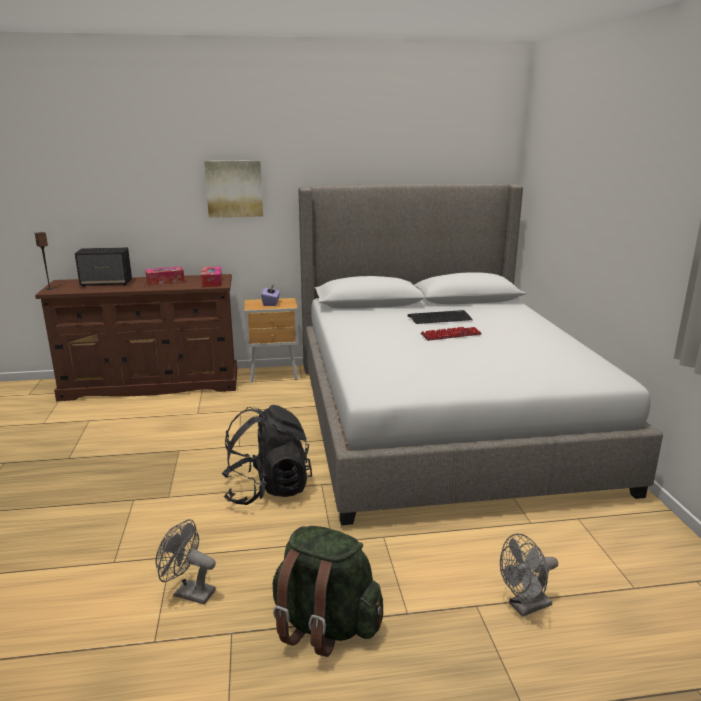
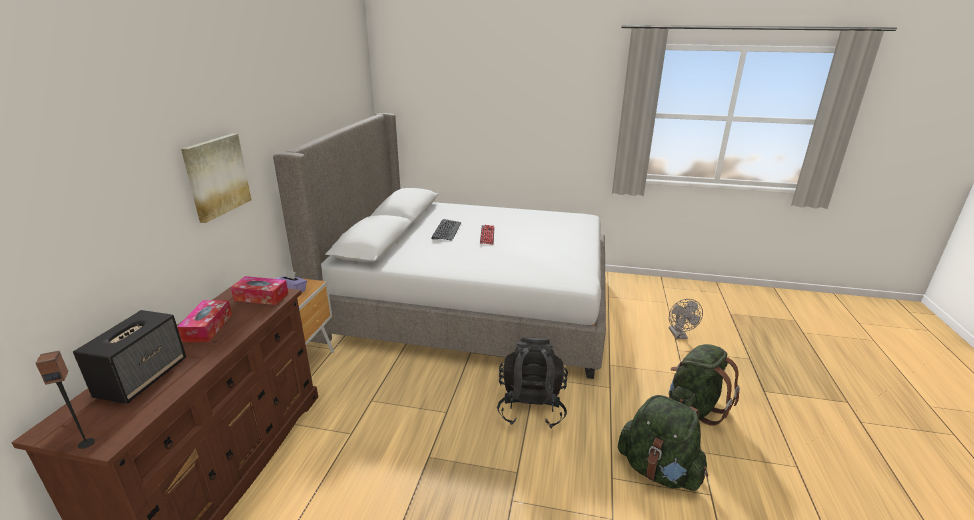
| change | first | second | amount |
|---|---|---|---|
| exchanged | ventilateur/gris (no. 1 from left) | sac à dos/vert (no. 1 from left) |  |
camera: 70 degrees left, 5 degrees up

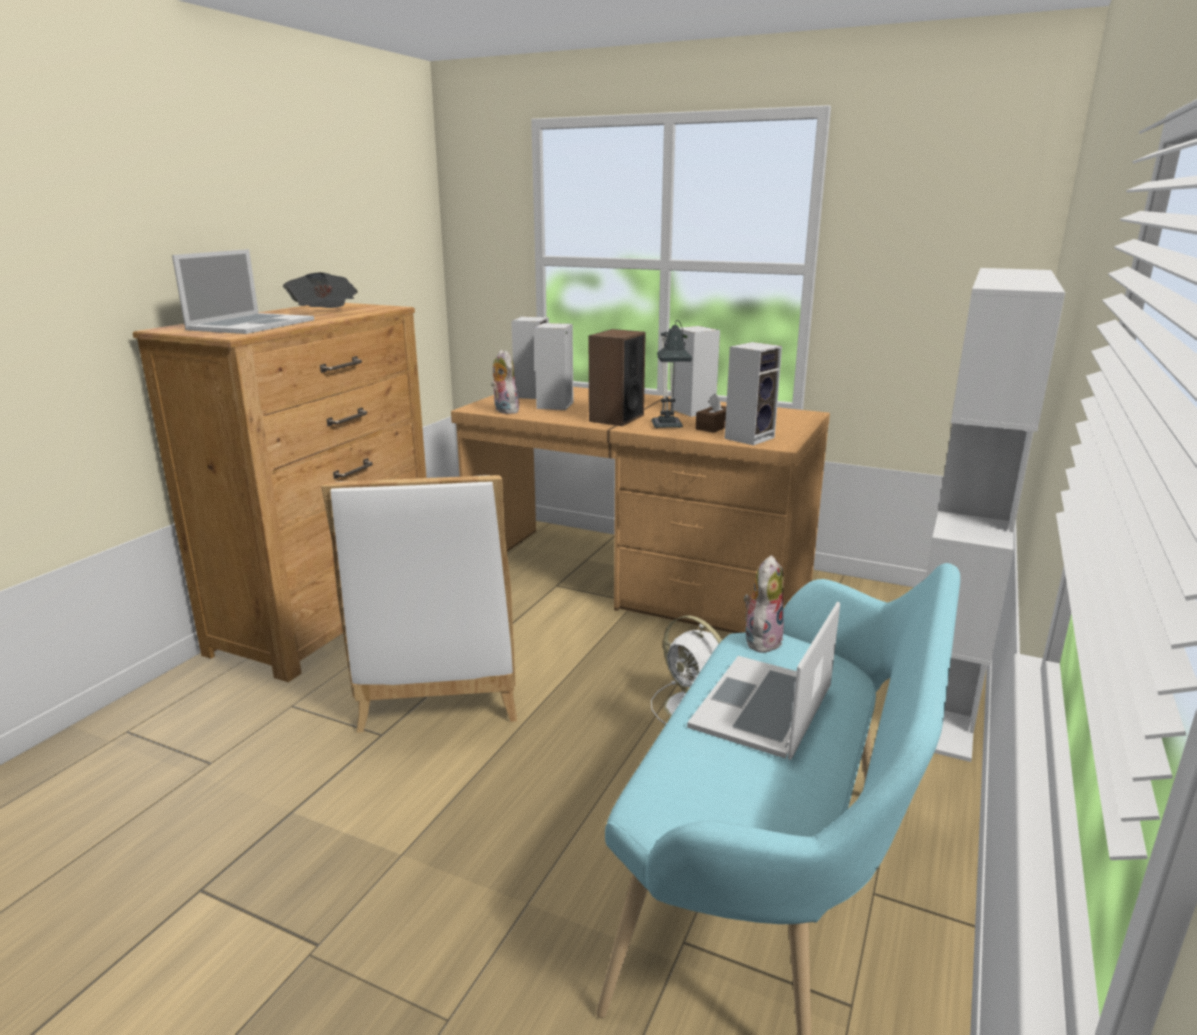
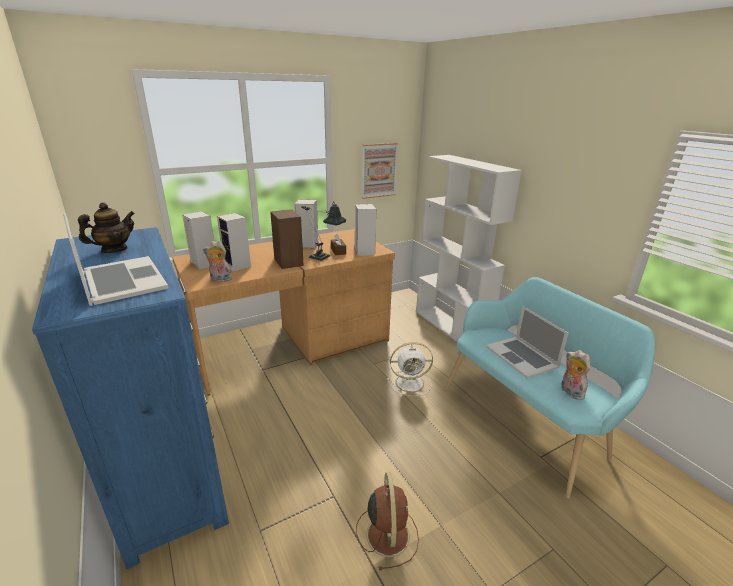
| change | first | second | amount |
|---|---|---|---|
| missing | chaise/blanc |  |  |
| appeared |  | ventilateur/marron |  |
| appeared |  | tableau |  |
| relocated | peluche (no. 2 from left) |  |  |
| exchanged | journal | théière |  |
| colour | commode/marron | commode/bleu |  |
camera: 55 degrees left, 5 degrees up

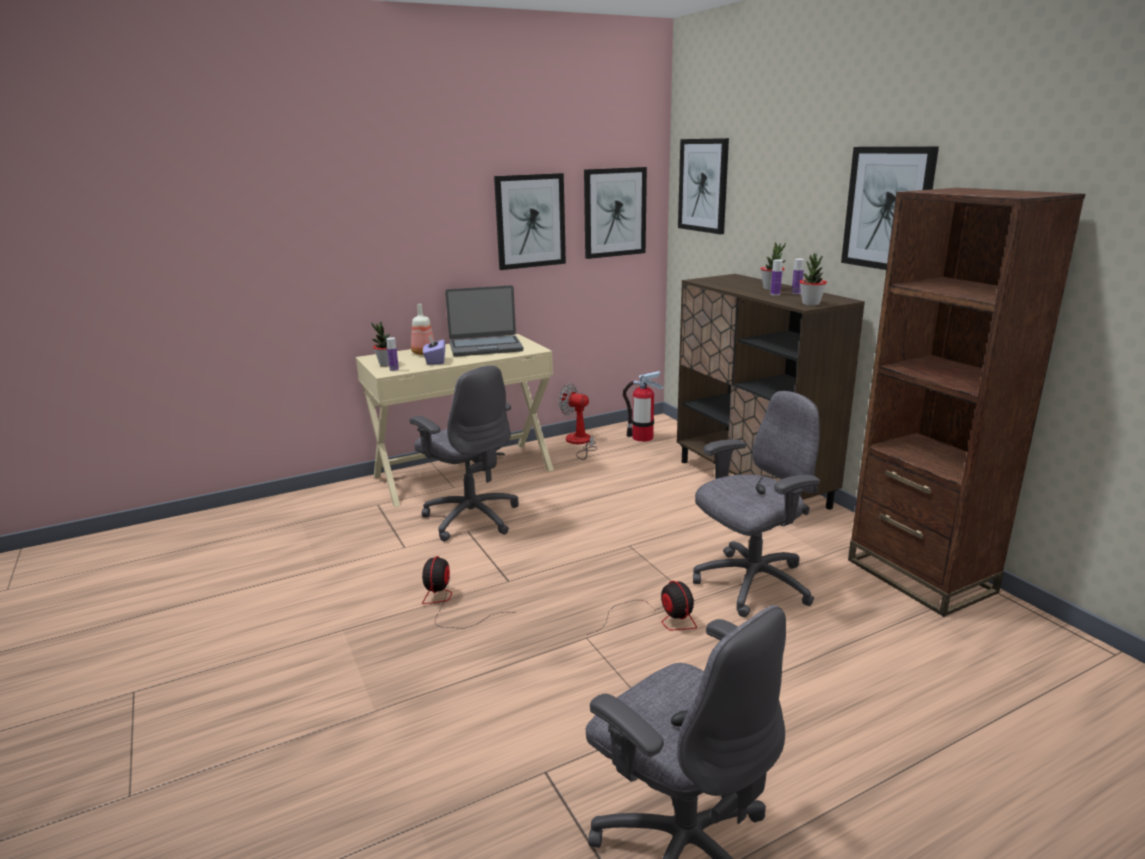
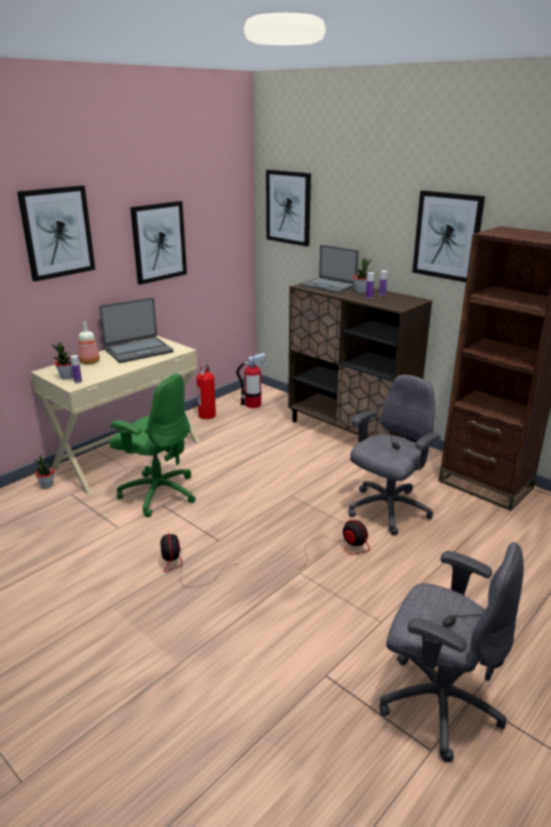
| change | first | second | amount |
|---|---|---|---|
| missing | boîte à mouchoirs/violet |  |  |
| appeared |  | ordinateur portable (no. 2 from left) |  |
| relocated | tableau (no. 2 from left in the first image) | tableau (no. 1 from left) |  |
| relocated | plante en pot (no. 3 from left in the first image) | plante en pot (no. 1 from left) |  |
| exchanged | ventilateur (no. 2 from left) | extincteur (no. 1 from left) |  |
| colour | chaise de bureau/gris (no. 1 from left) | chaise de bureau/vert |  |
camera: 20 degrees left, 5 degrees up

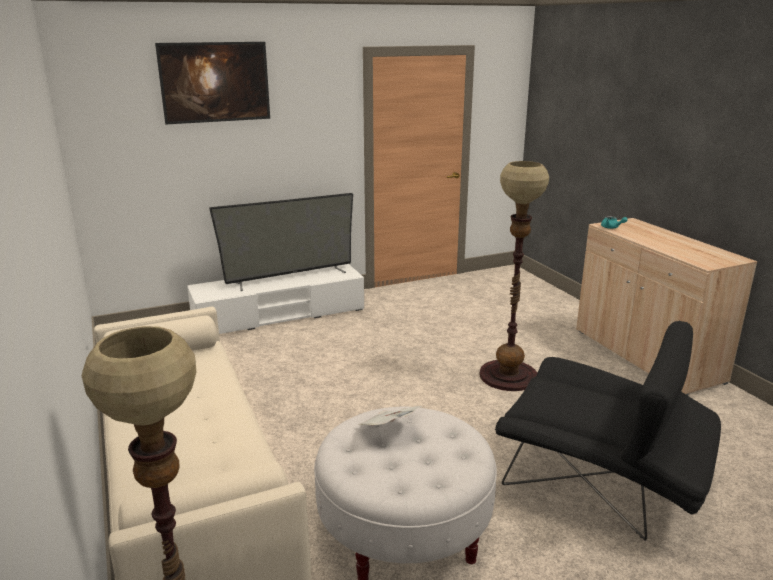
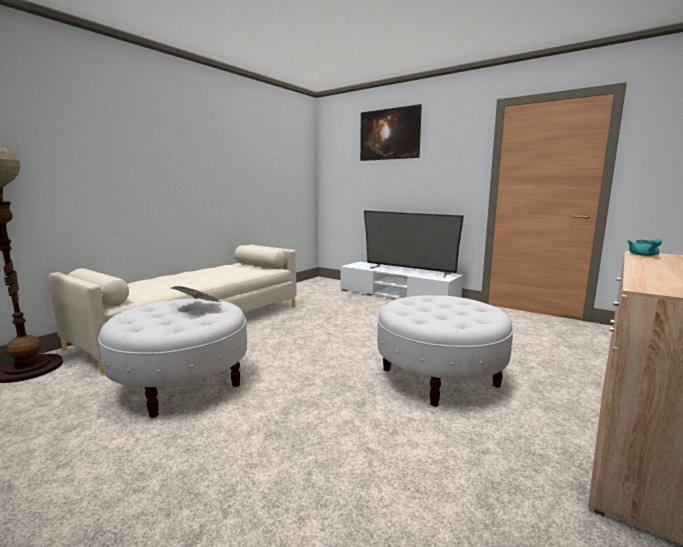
| change | first | second | amount |
|---|---|---|---|
| missing | fauteuil/noir |  |  |
| exchanged | lampadaire (no. 2 from left) | pouf/blanc (no. 2 from left) |  |
camera: 60 degrees right, 10 degrees down

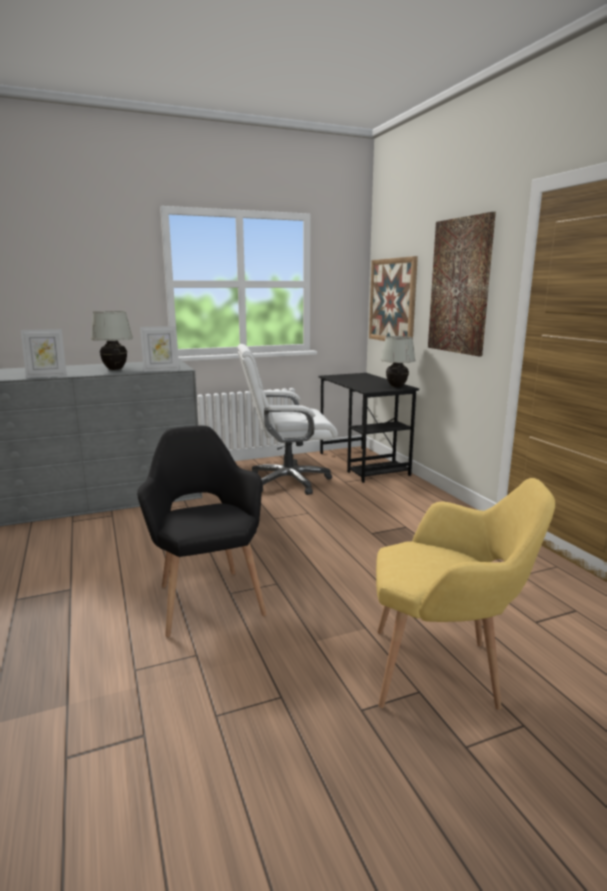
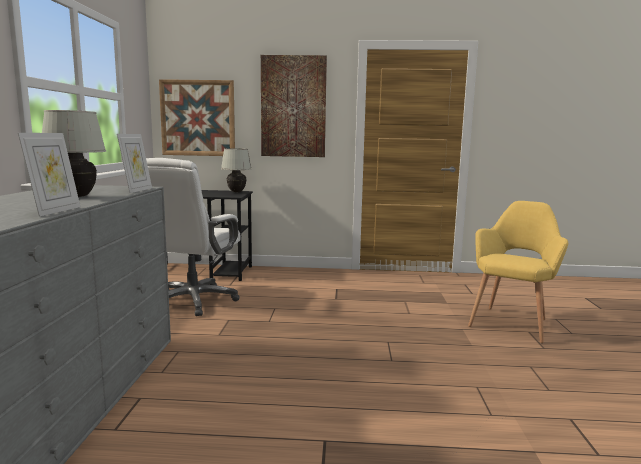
| change | first | second | amount |
|---|---|---|---|
| missing | fauteuil/noir |  |  |
camera: 65 degrees left, 5 degrees down

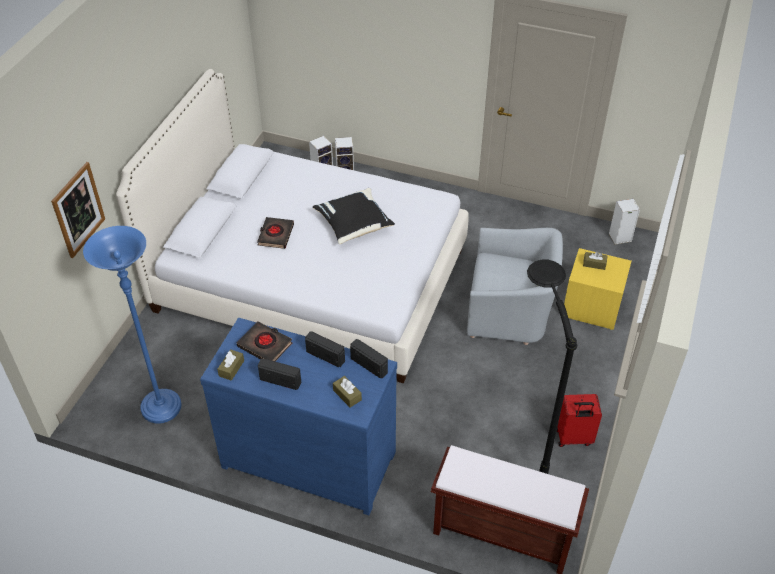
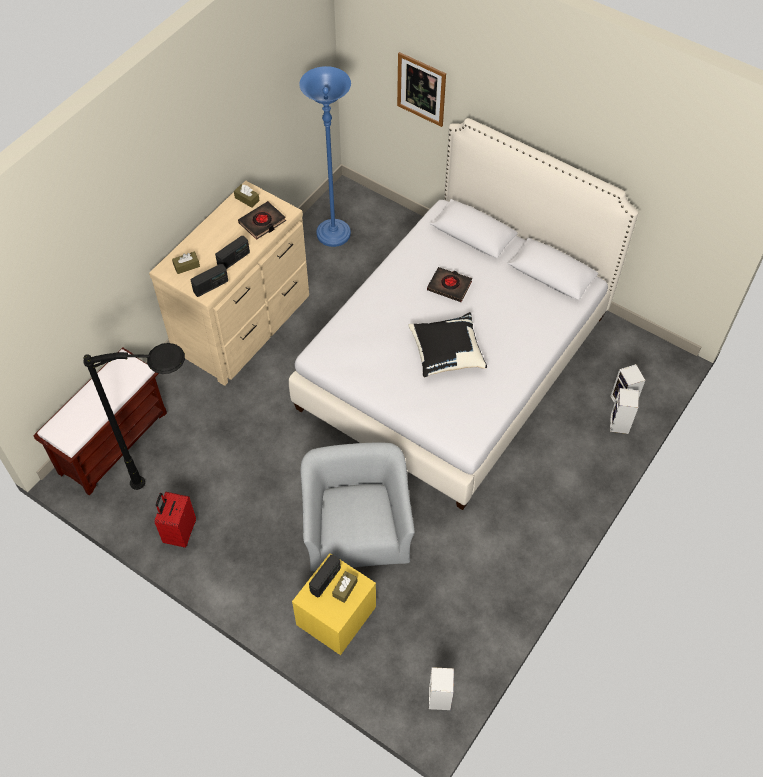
| change | first | second | amount |
|---|---|---|---|
| relocated | radio (no. 1 from left in the first image) | radio (no. 3 from left) |  |
| colour | commode/bleu | commode/beige |  |
| spun | fauteuil/gris |  | 150 degrees clockwise |
camera: 105 degrees right, 10 degrees up

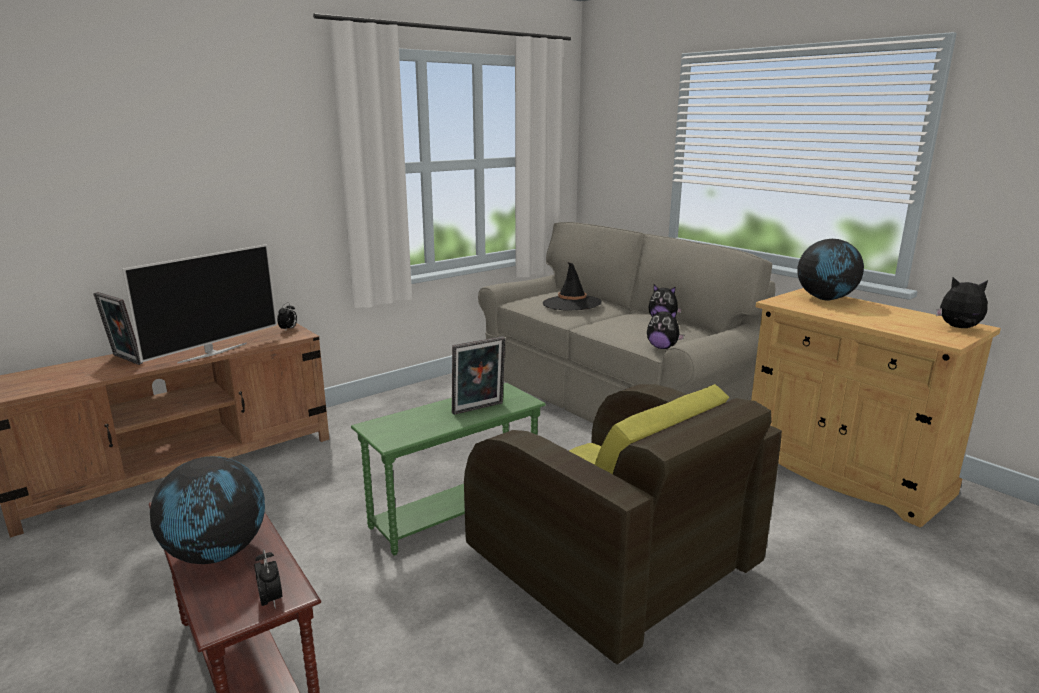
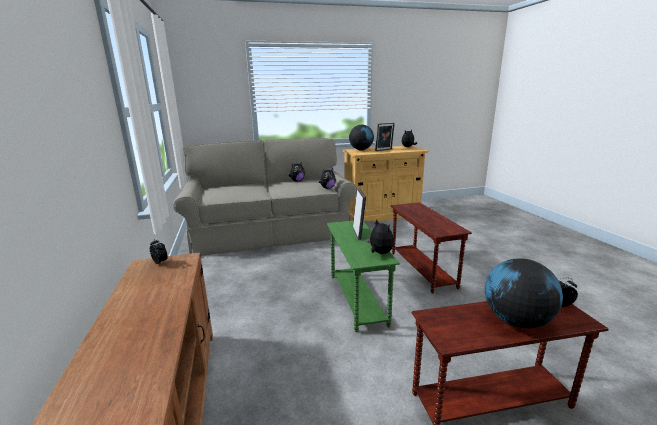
| change | first | second | amount |
|---|---|---|---|
| missing | téléviseur |  |  |
| missing | chapeau/noir |  |  |
| appeared |  | peluche (no. 3 from left) |  |
| relocated | cadre photo (no. 1 from left in the first image) | cadre photo (no. 2 from left) |  |
| exchanged | fauteuil/marron | table d'appoint/marron (no. 1 from left) |  |
camera: 65 degrees left, 0 degrees up

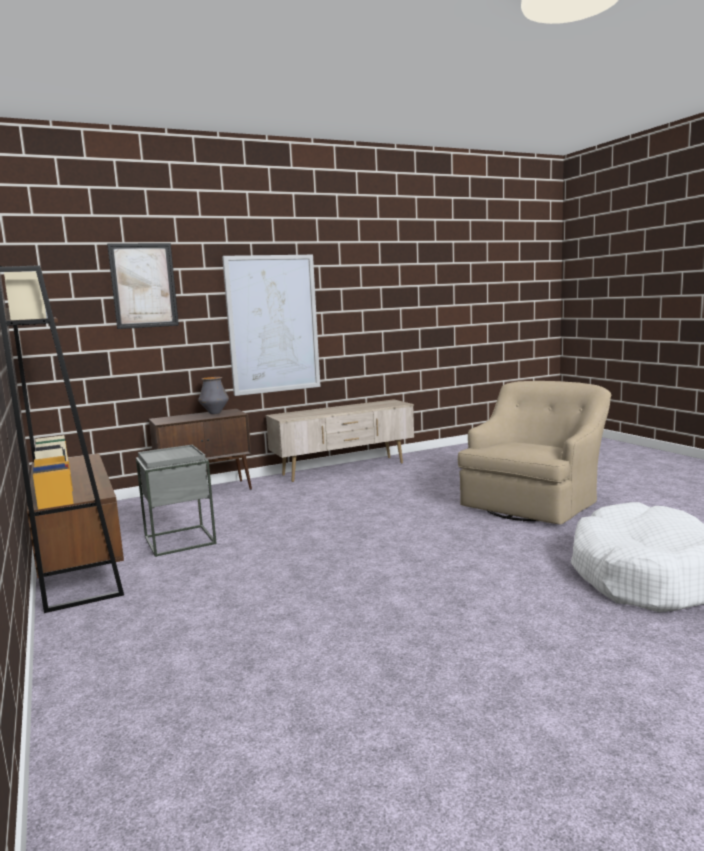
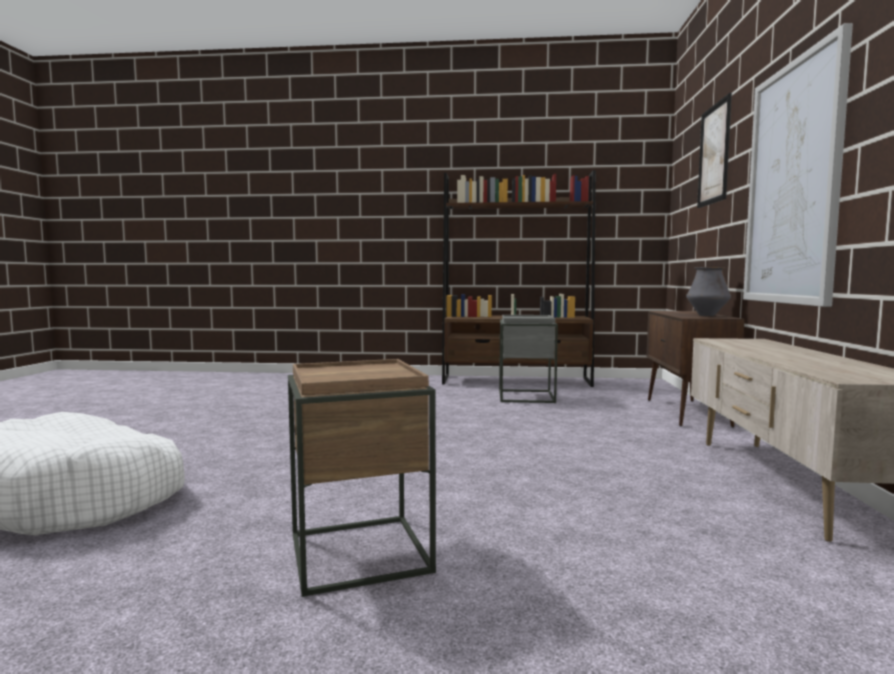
| change | first | second | amount |
|---|---|---|---|
| exchanged | fauteuil/beige | table d'appoint/marron |  |
camera: 120 degrees right, 5 degrees down

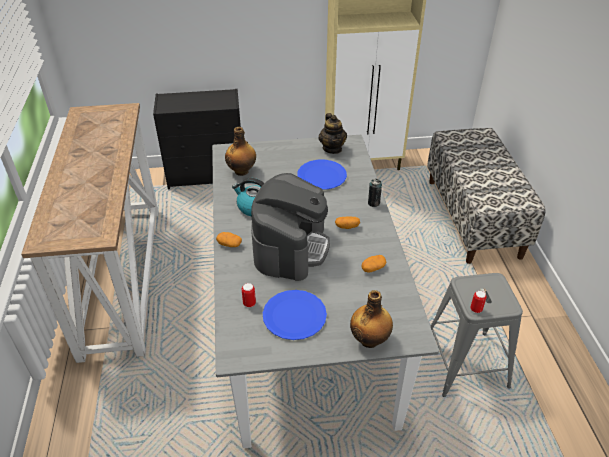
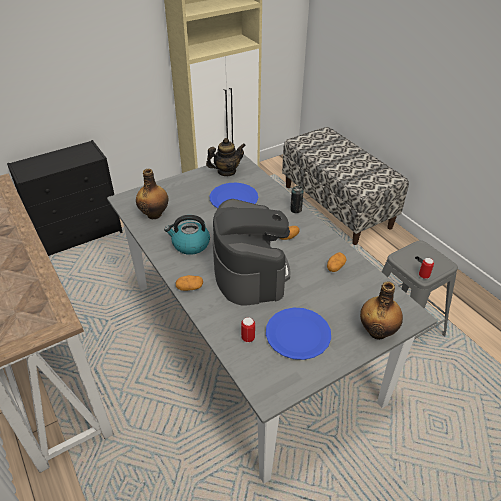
| change | first | second | amount |
|---|---|---|---|
| spun | théière |  | 75 degrees counterclockwise |
camera: 25 degrees left, 0 degrees up

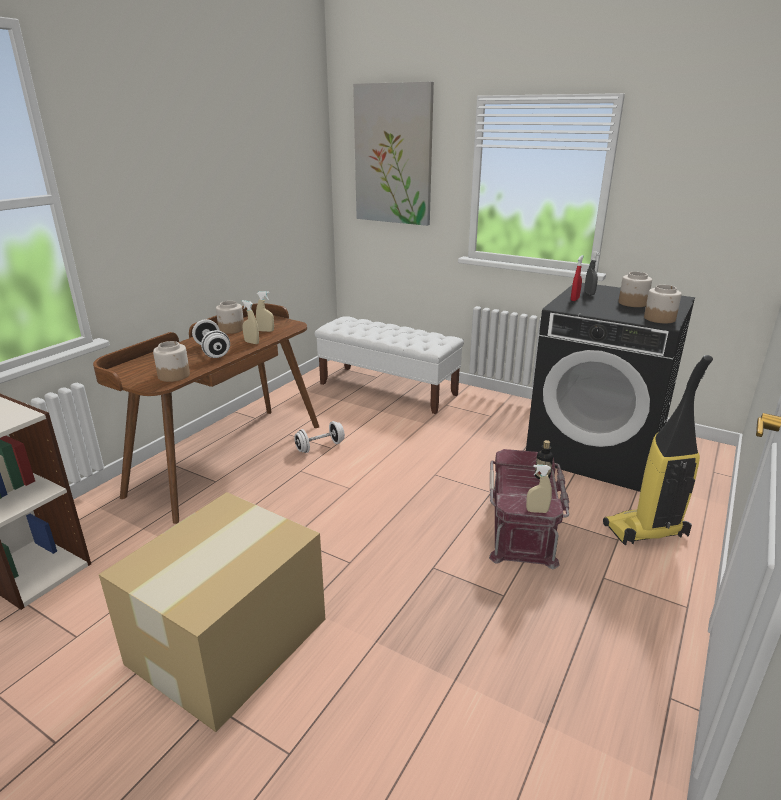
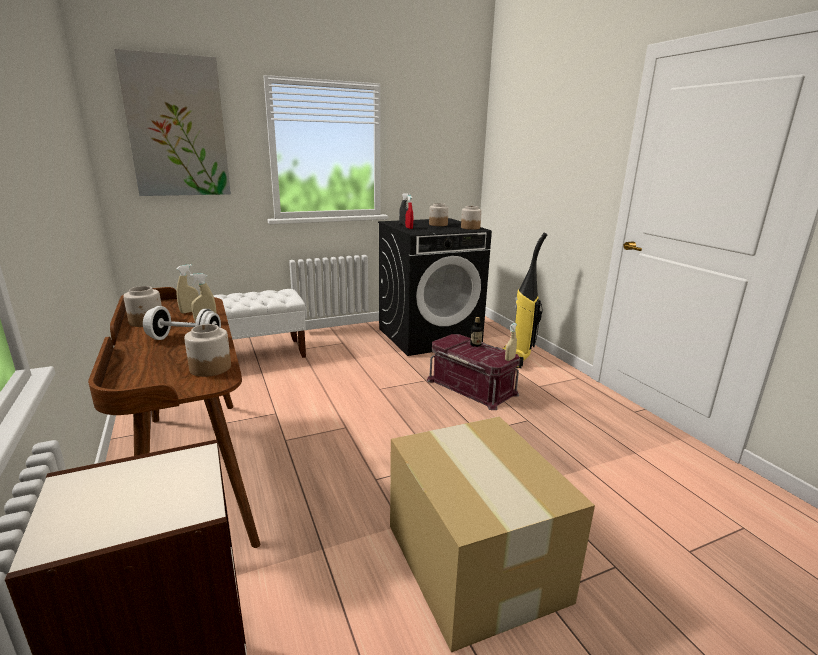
| change | first | second | amount |
|---|---|---|---|
| missing | haltère/blanc (no. 2 from left) |  |  |
camera: 55 degrees left, 5 degrees down

